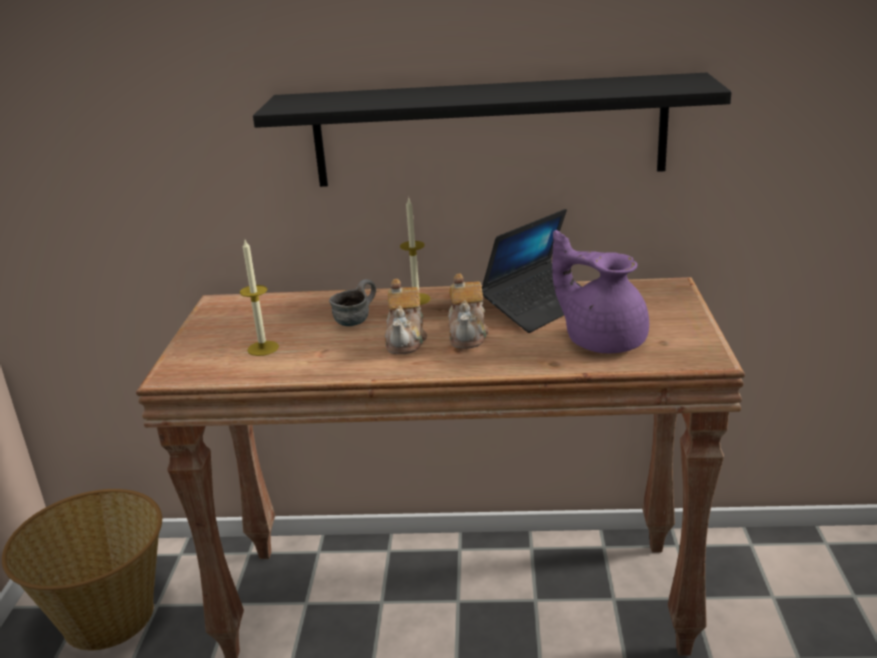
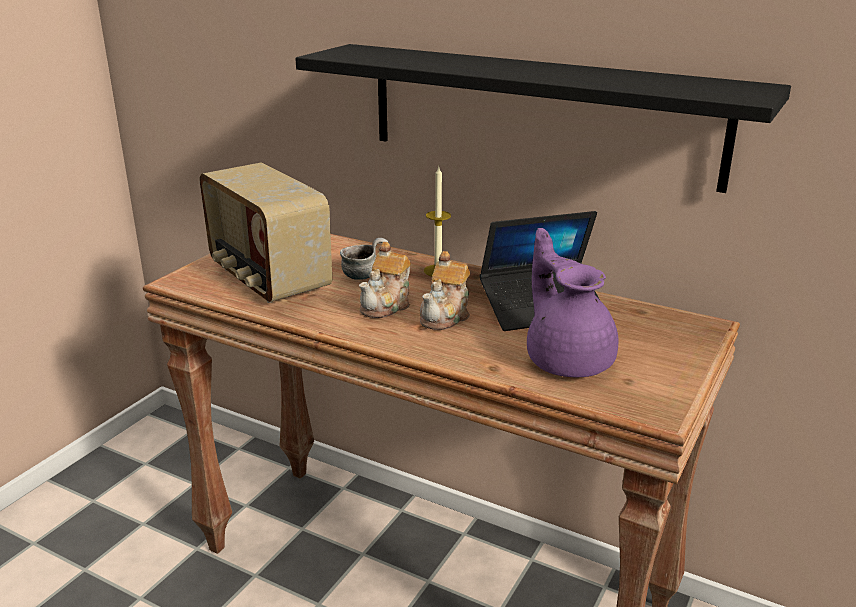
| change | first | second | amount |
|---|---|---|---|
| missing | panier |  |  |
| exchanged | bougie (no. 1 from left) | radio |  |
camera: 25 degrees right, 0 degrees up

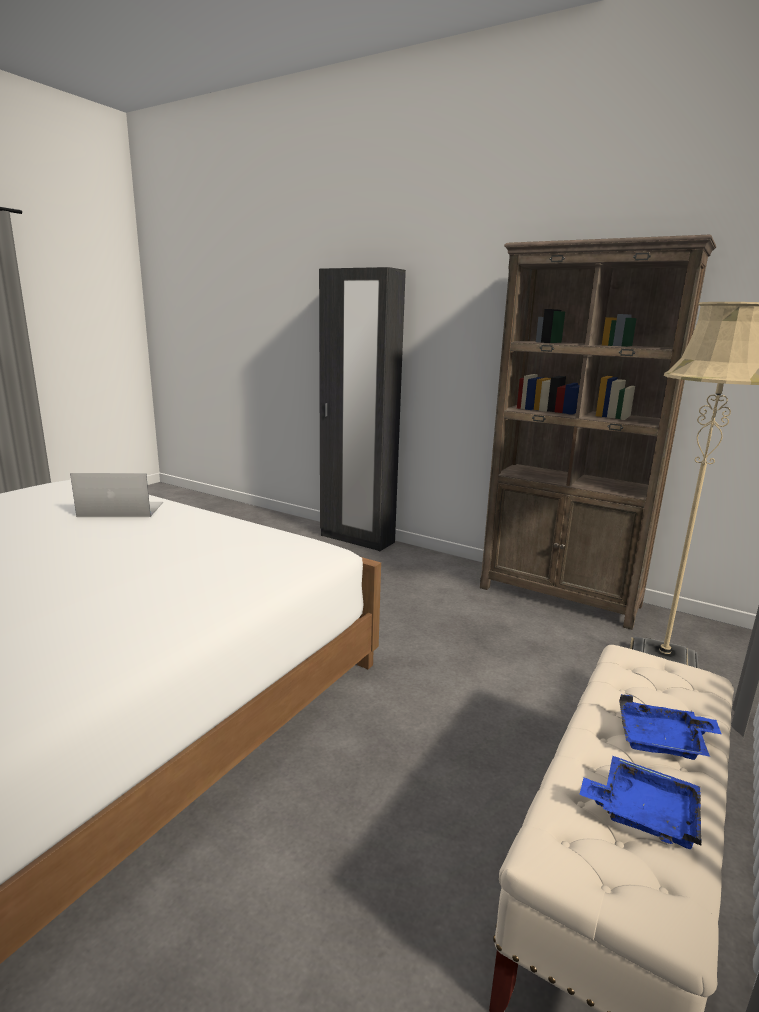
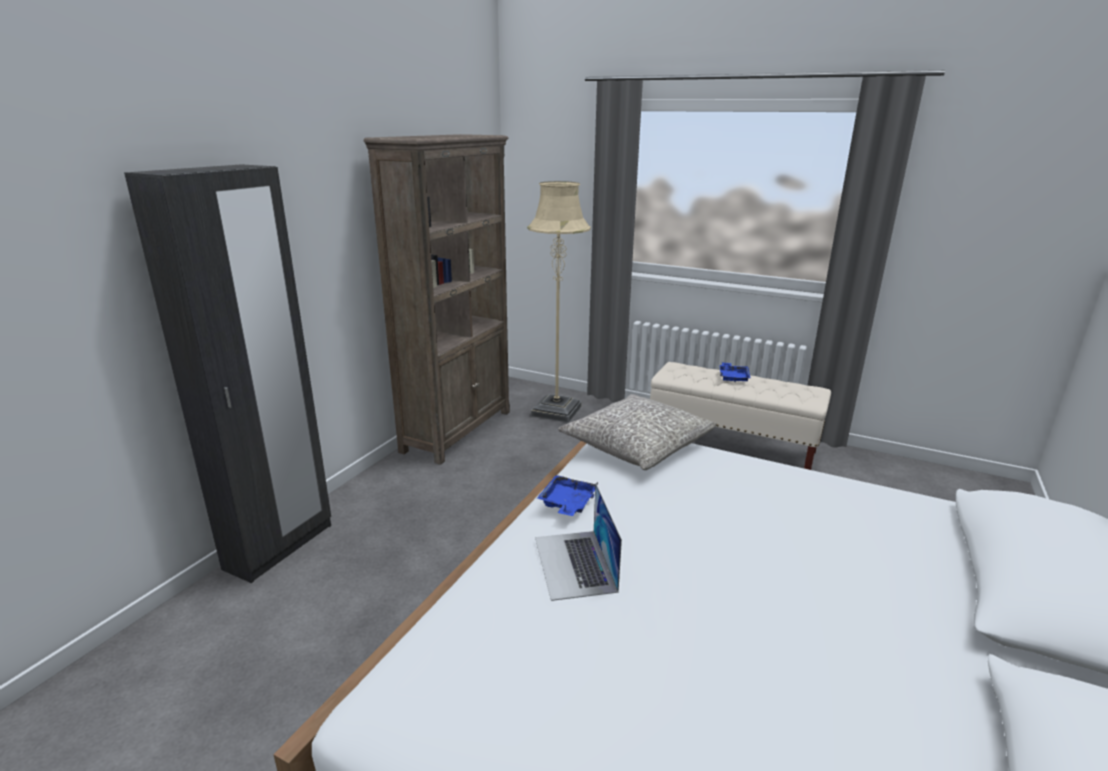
| change | first | second | amount |
|---|---|---|---|
| appeared |  | coussin/gris |  |
| relocated | plateau/bleu (no. 1 from left) |  |  |
camera: 95 degrees left, 5 degrees up

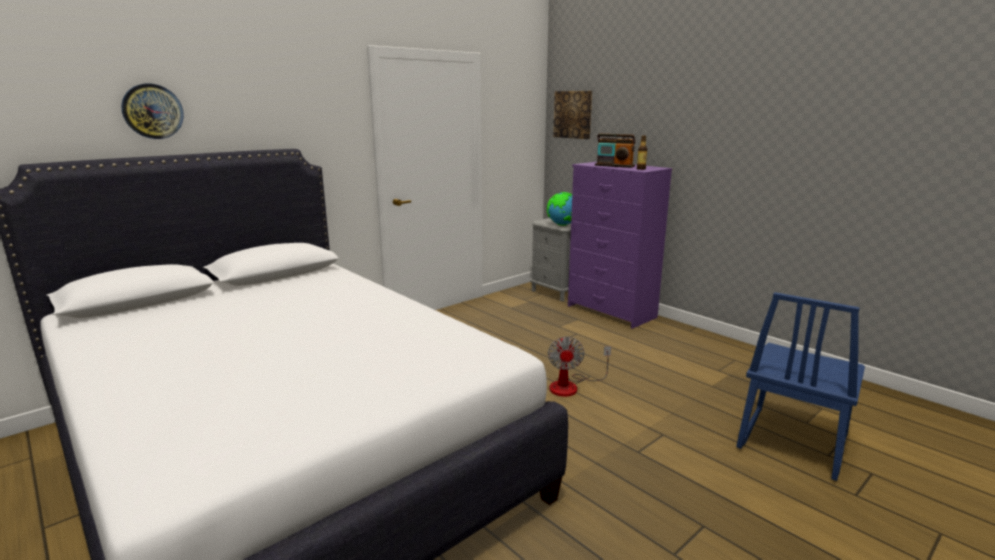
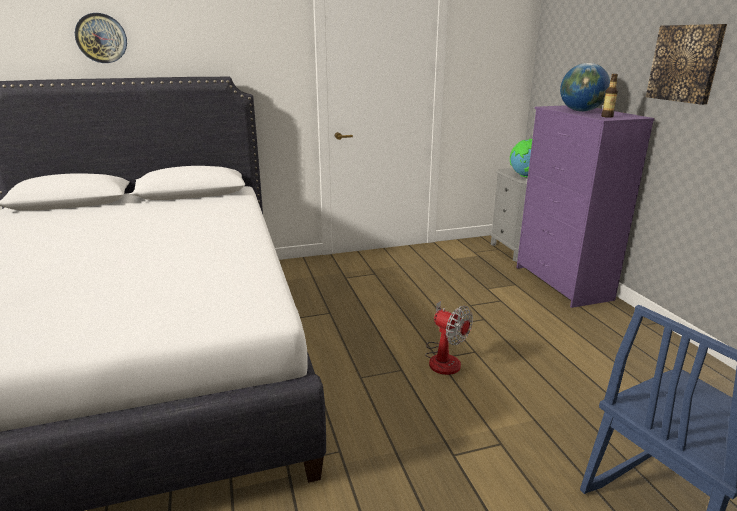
| change | first | second | amount |
|---|---|---|---|
| relocated | tableau |  |  |
| exchanged | radio | globe (no. 2 from left) |  |
| spun | ventilateur |  | 75 degrees counterclockwise |
camera: 25 degrees right, 5 degrees up

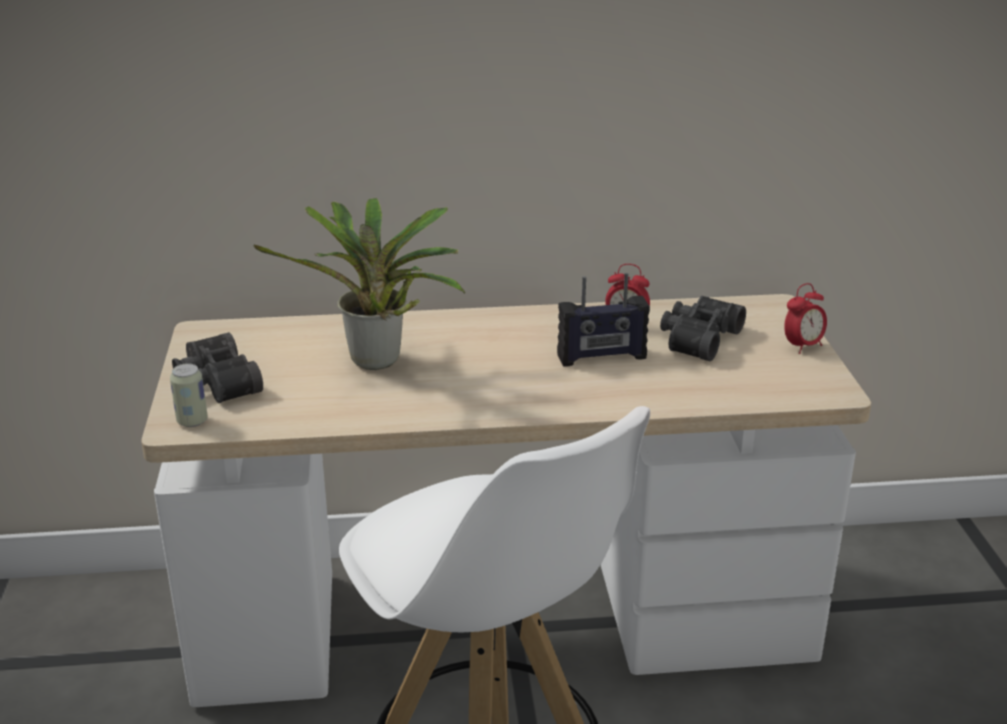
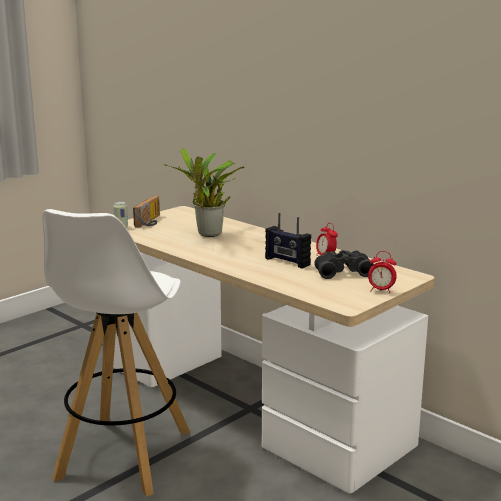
| change | first | second | amount |
|---|---|---|---|
| exchanged | jumelles/noir (no. 1 from left) | radio (no. 1 from left) |  |
camera: 50 degrees right, 10 degrees down

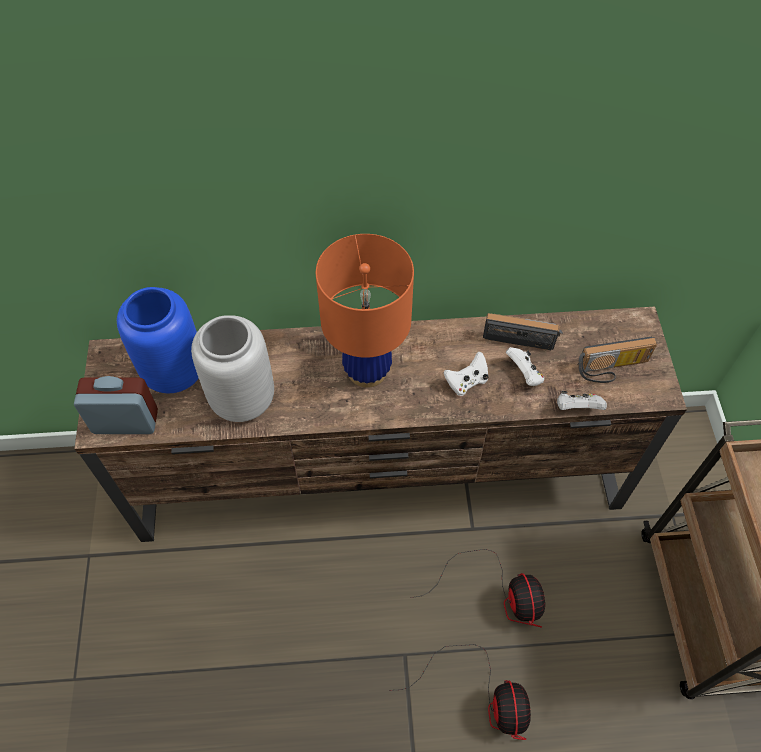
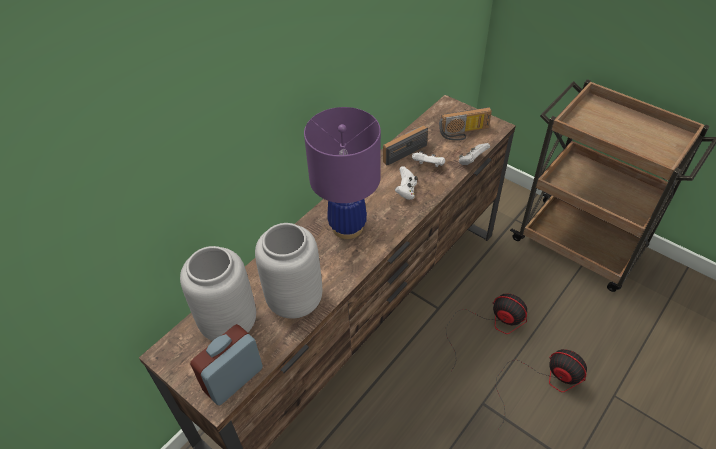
| change | first | second | amount |
|---|---|---|---|
| colour | vase/bleu | vase/gris (no. 1 from left) |  |
| colour | lampe de table/orange | lampe de table/violet |  |
| spun | radio (no. 2 from left) |  | 45 degrees clockwise |
camera: 45 degrees left, 10 degrees down

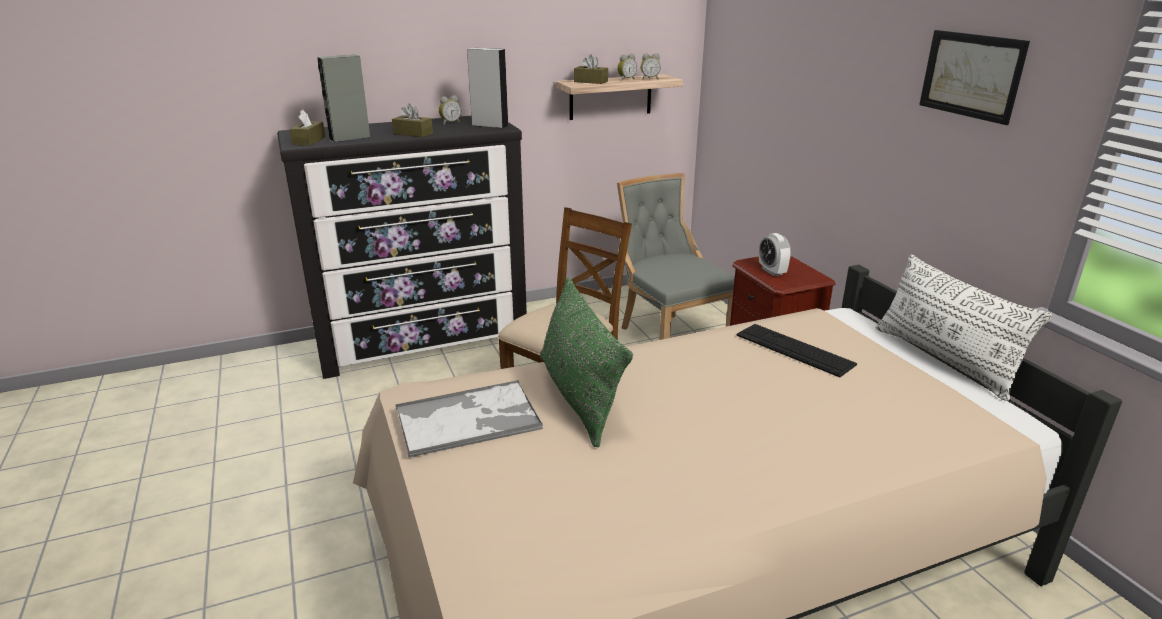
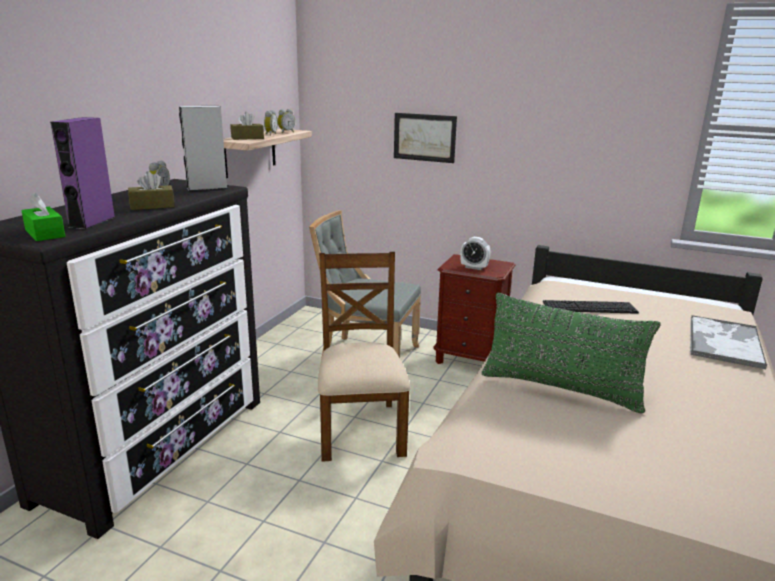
| change | first | second | amount |
|---|---|---|---|
| missing | coussin/blanc |  |  |
| relocated | plateau |  |  |
| relocated | tableau |  |  |
| colour | boîte à mouchoirs/marron (no. 1 from left) | boîte à mouchoirs/vert |  |
| colour | enceinte/gris (no. 1 from left) | enceinte/violet |  |
camera: 45 degrees left, 5 degrees down

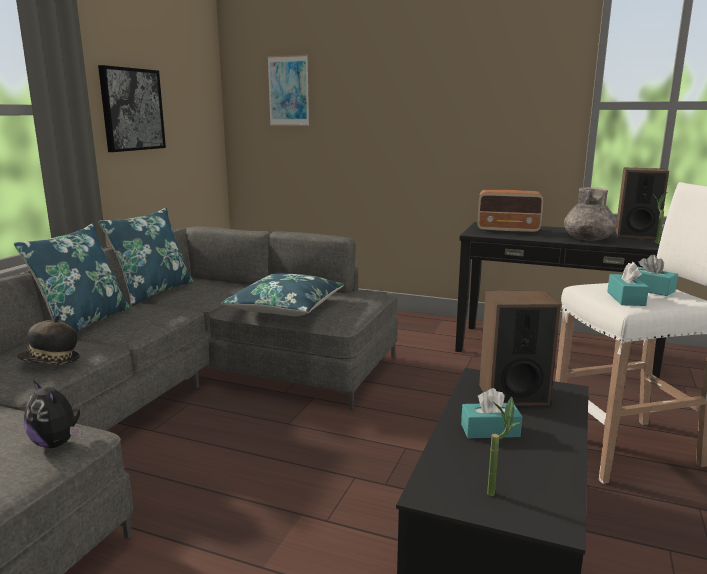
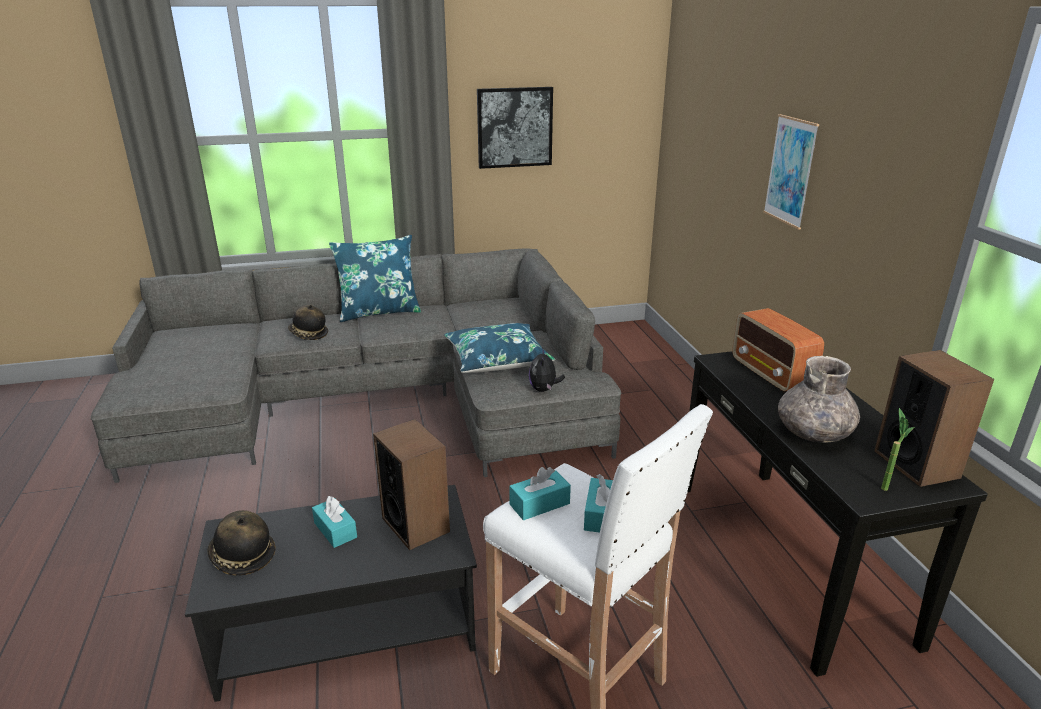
| change | first | second | amount |
|---|---|---|---|
| missing | coussin/bleu (no. 2 from left) |  |  |
| relocated | peluche |  |  |
| relocated | tableau (no. 2 from left) |  |  |
| exchanged | plante en pot (no. 1 from left) | chapeau (no. 1 from left) |  |
camera: 55 degrees right, 10 degrees up

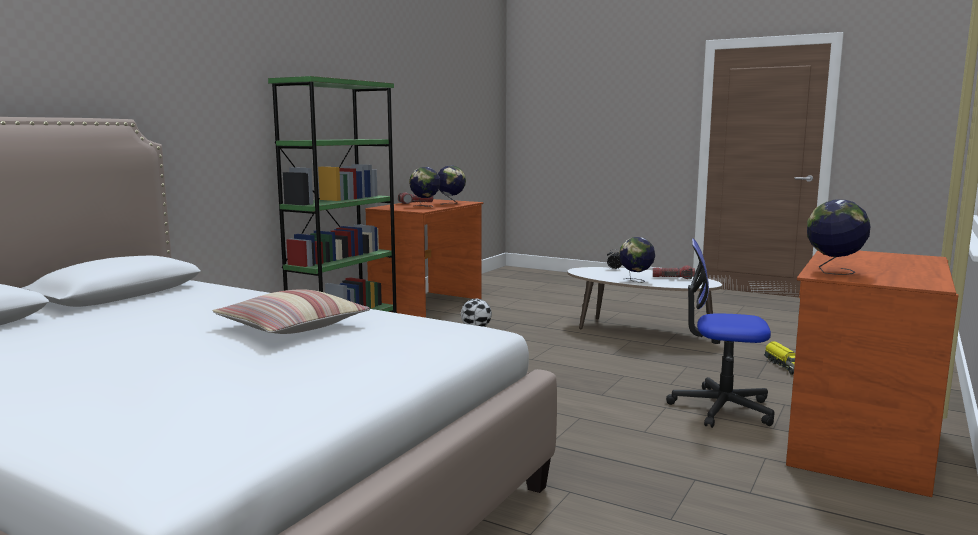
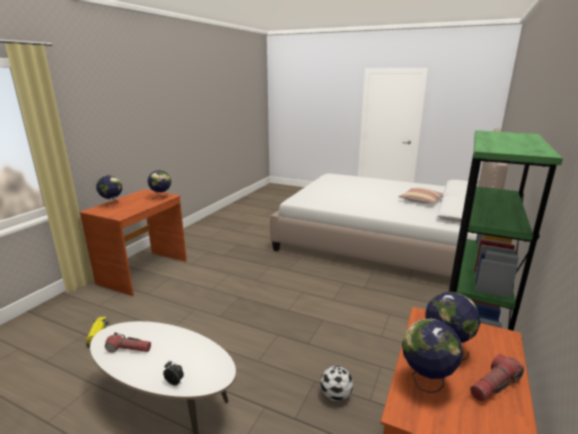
| change | first | second | amount |
|---|---|---|---|
| missing | chaise de bureau |  |  |
| relocated | coussin |  |  |
| relocated | globe (no. 3 from left in the first image) | globe (no. 1 from left) |  |
camera: 175 degrees right, 10 degrees up

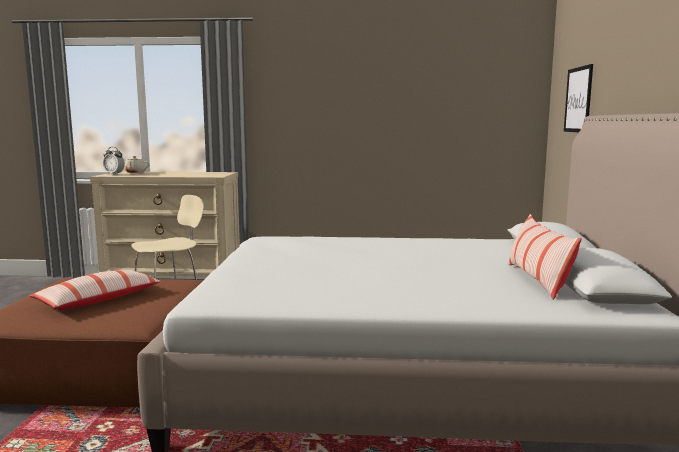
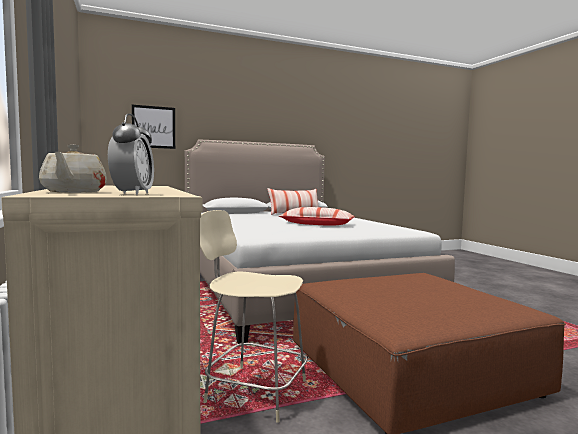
| change | first | second | amount |
|---|---|---|---|
| relocated | coussin (no. 1 from left in the first image) | coussin (no. 2 from left) |  |
camera: 115 degrees left, 5 degrees down

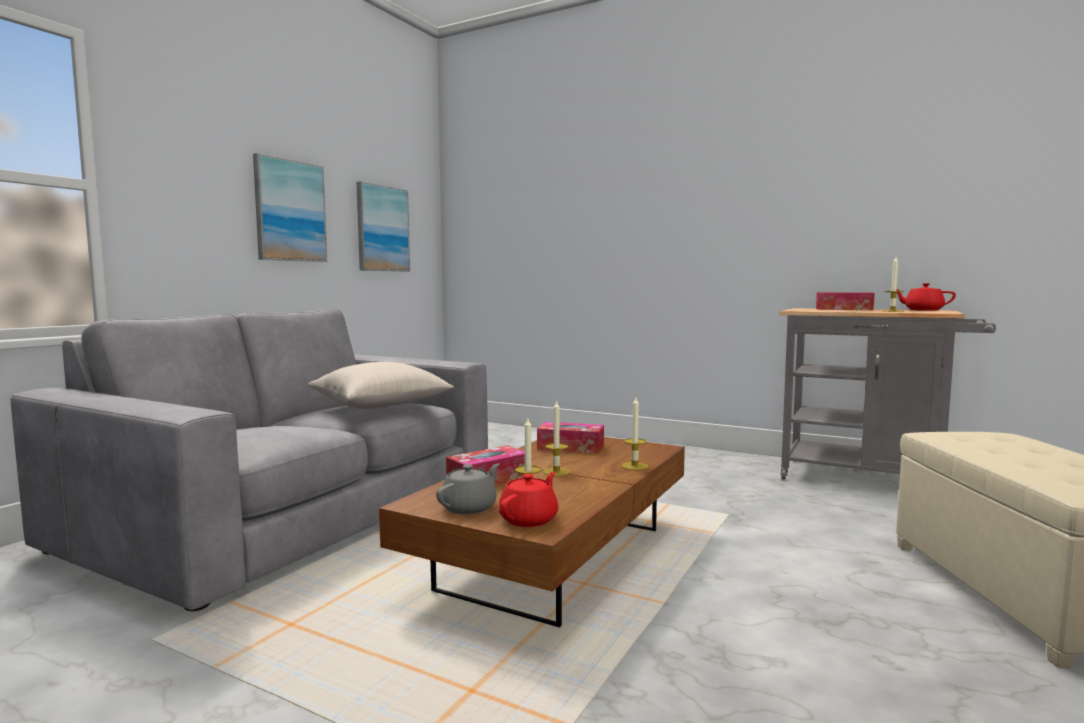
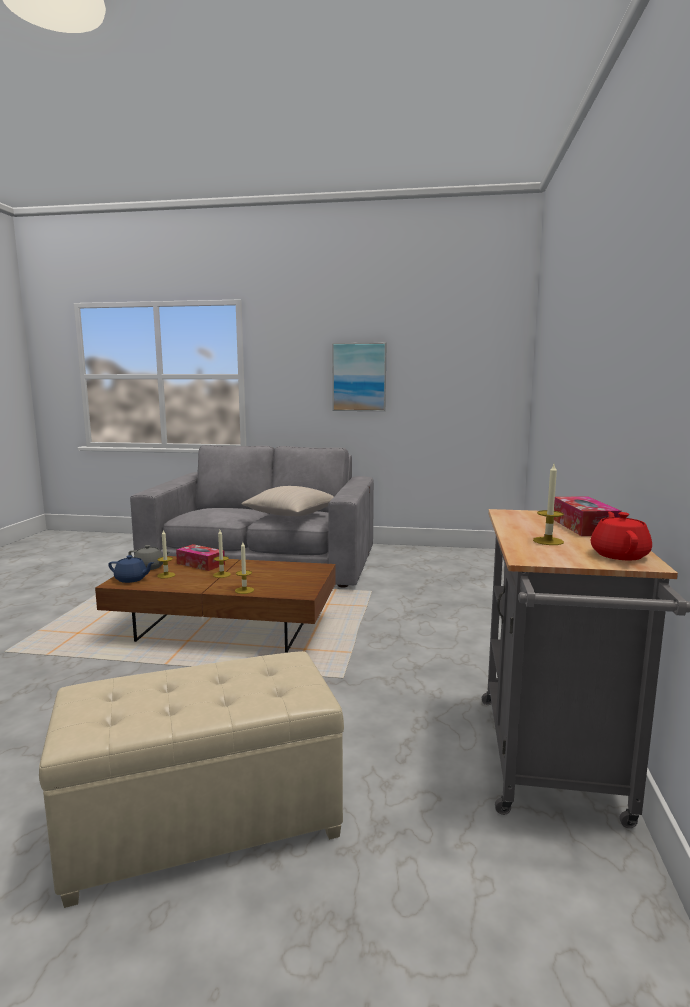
| change | first | second | amount |
|---|---|---|---|
| missing | tableau (no. 2 from left) |  |  |
| missing | boîte à mouchoirs (no. 2 from left) |  |  |
| colour | théière/rouge (no. 1 from left) | théière/bleu |  |
camera: 70 degrees right, 5 degrees up

